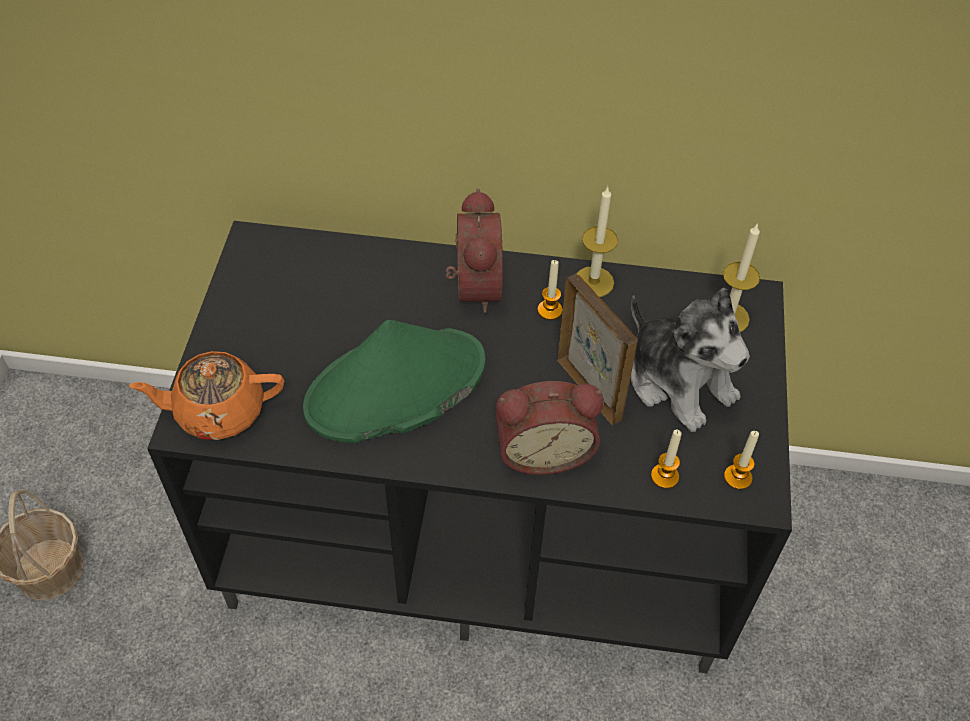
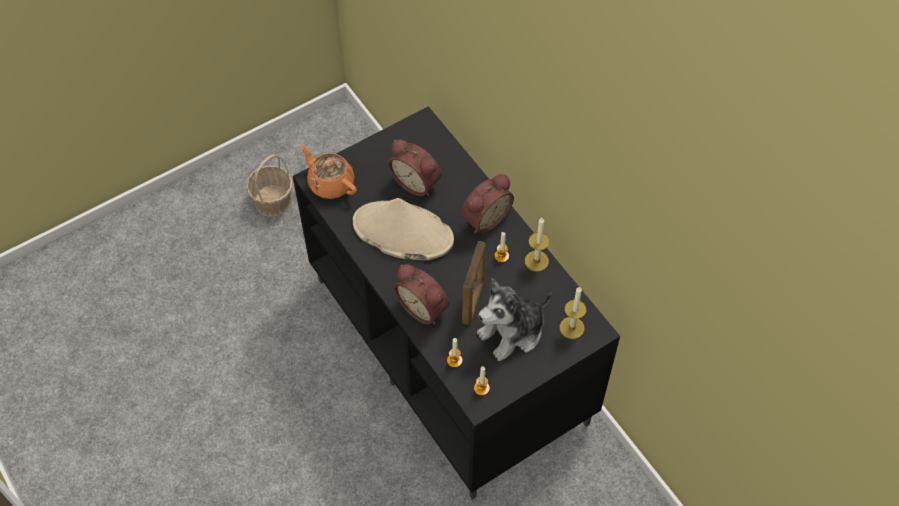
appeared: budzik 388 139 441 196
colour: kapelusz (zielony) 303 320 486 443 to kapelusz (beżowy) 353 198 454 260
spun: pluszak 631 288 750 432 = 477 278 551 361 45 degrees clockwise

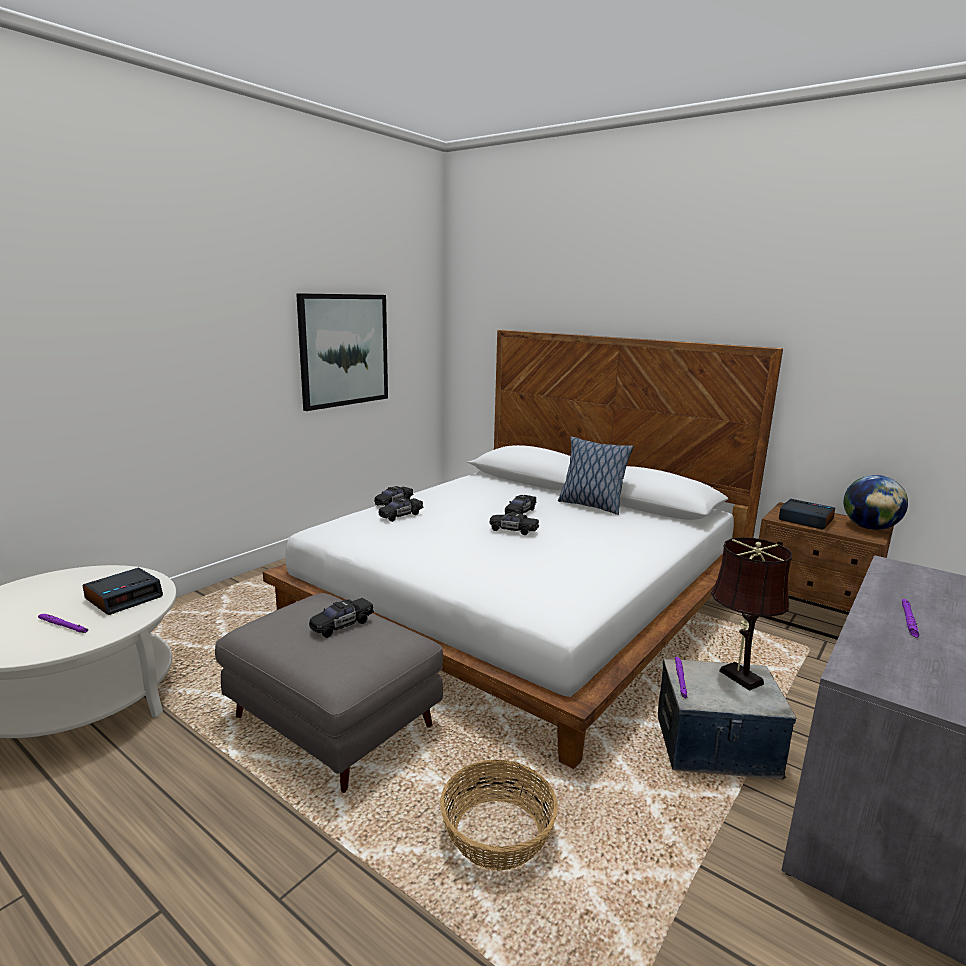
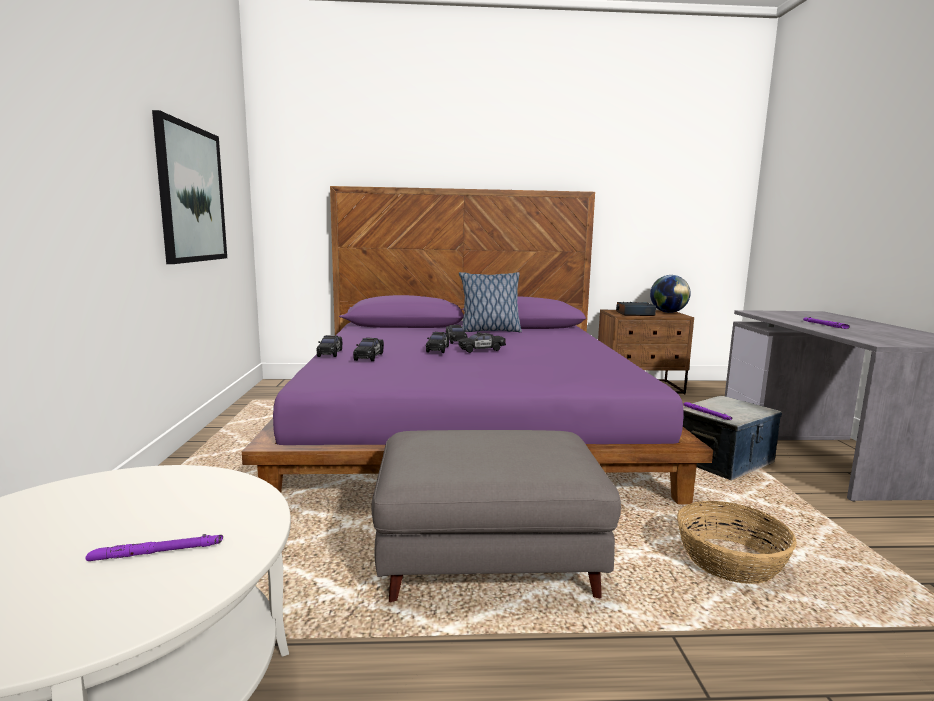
missing: budzik 82 568 163 615; lampa stołowa (brązowy) 711 537 792 691
relocated: samochodzik (czarny) 309 598 374 638 to 426 332 449 353
colour: łóżko (biały) 263 330 783 769 to łóżko (fioletowy) 242 186 713 504

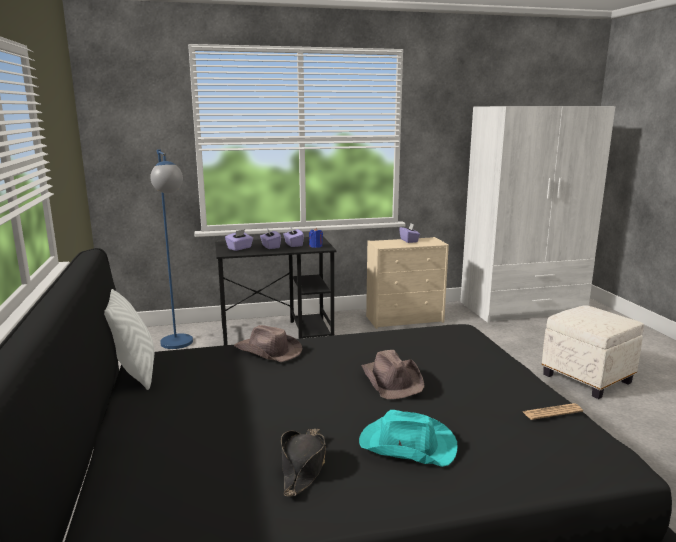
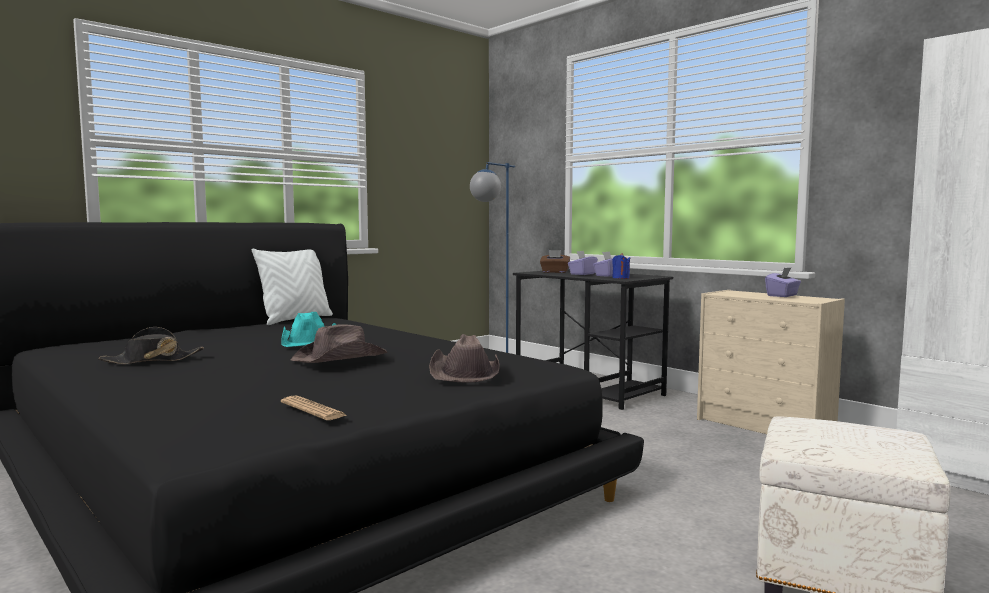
relocated: kapelusz (brązowy) 234 325 303 362 to 429 334 500 382; kapelusz (turkusowy) 359 410 458 467 to 281 312 336 347
colour: pudełko chusteczek (fioletowy) 225 229 253 251 to pudełko chusteczek (brązowy) 540 250 570 273

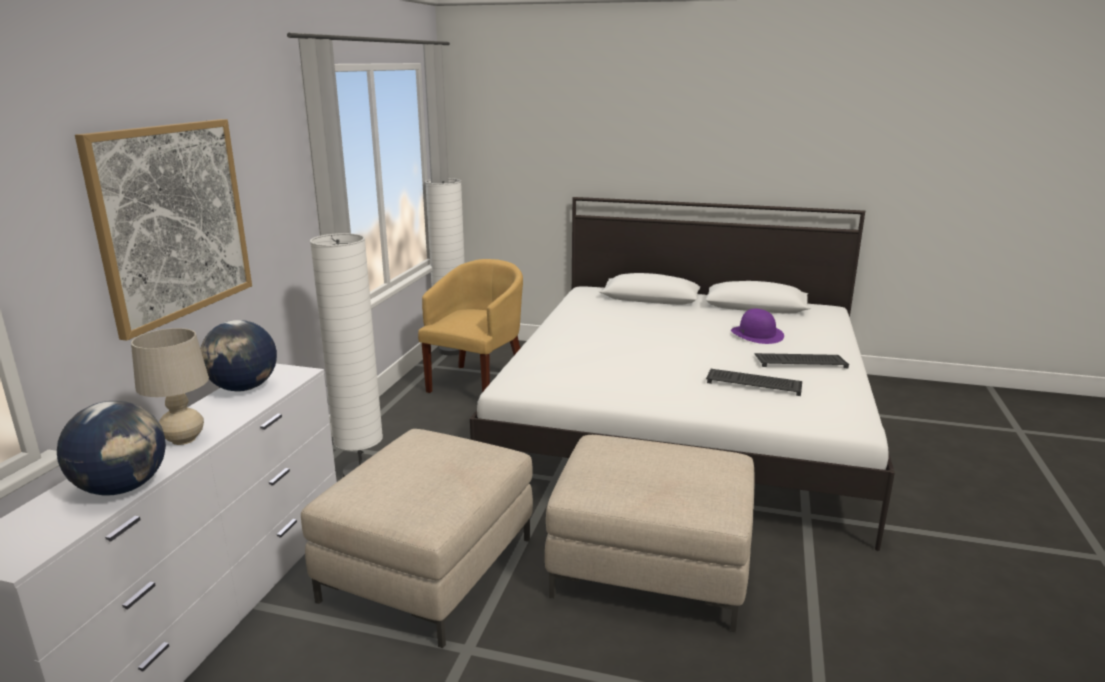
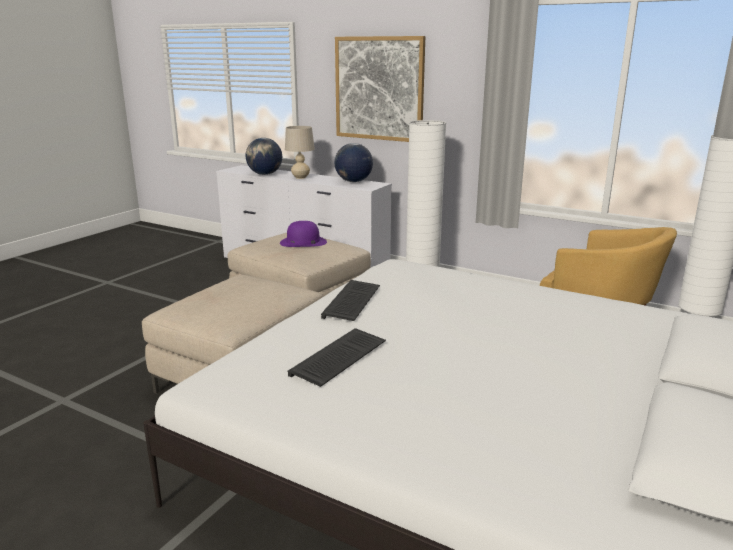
relocated: kapelusz (fioletowy) 731 308 784 344 to 280 221 327 247; klawiatura 754 353 849 368 to 321 280 380 321

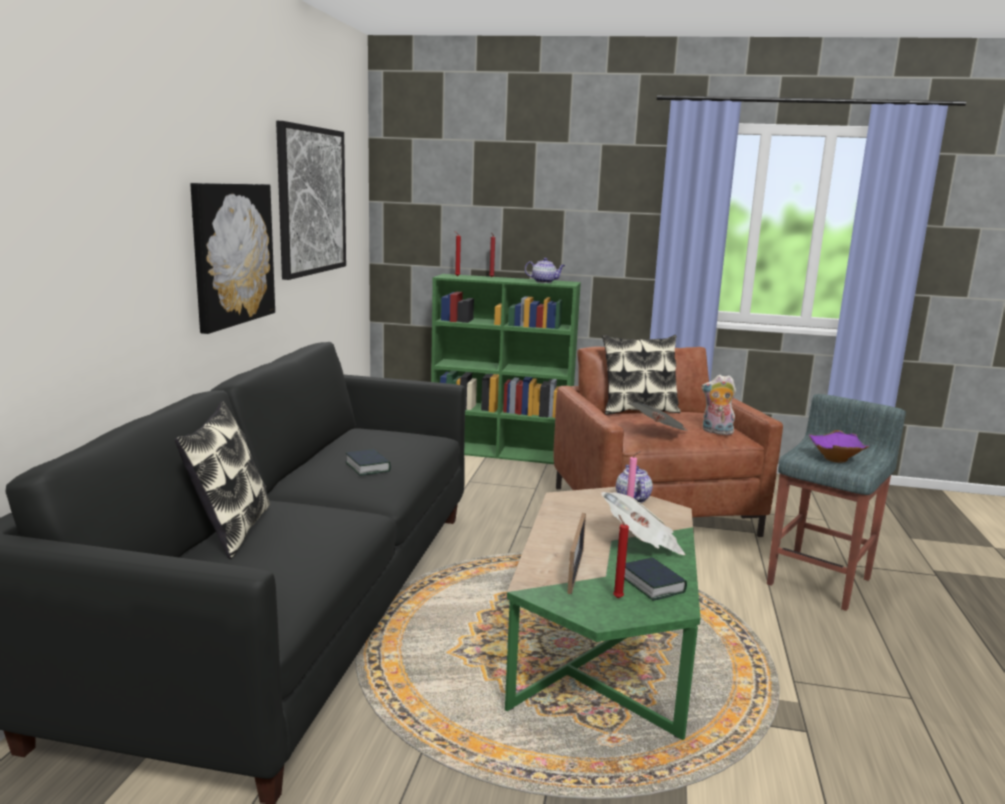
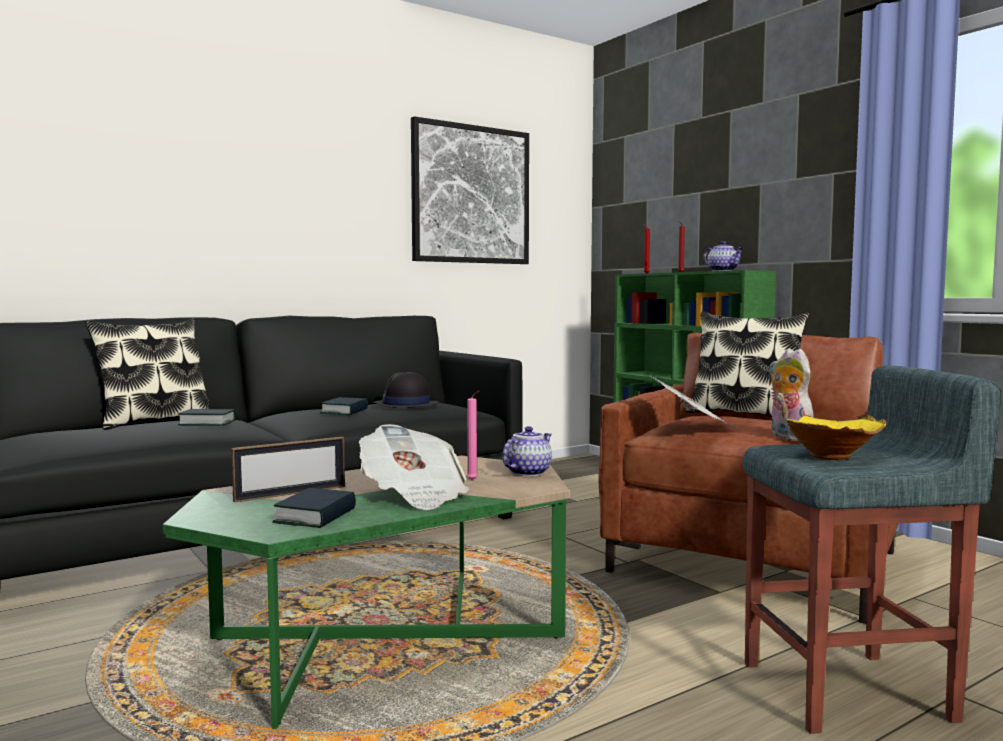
missing: obraz 190 183 275 334; świeca (czerwony) 613 514 629 598
appeared: książka 178 409 236 426; kapelusz (czarny) 372 372 439 408
colour: miska (fioletowy) 809 430 870 463 to miska (żółty) 786 414 886 460

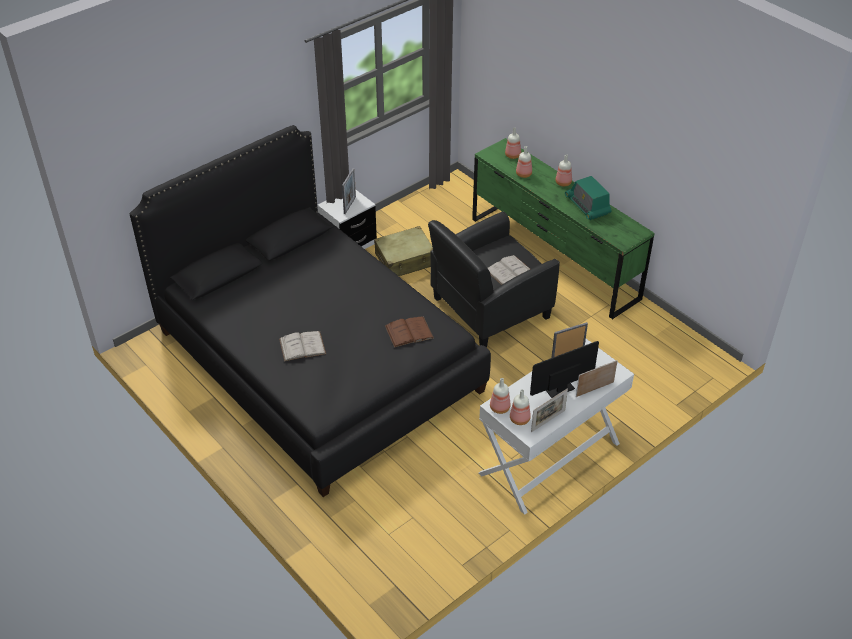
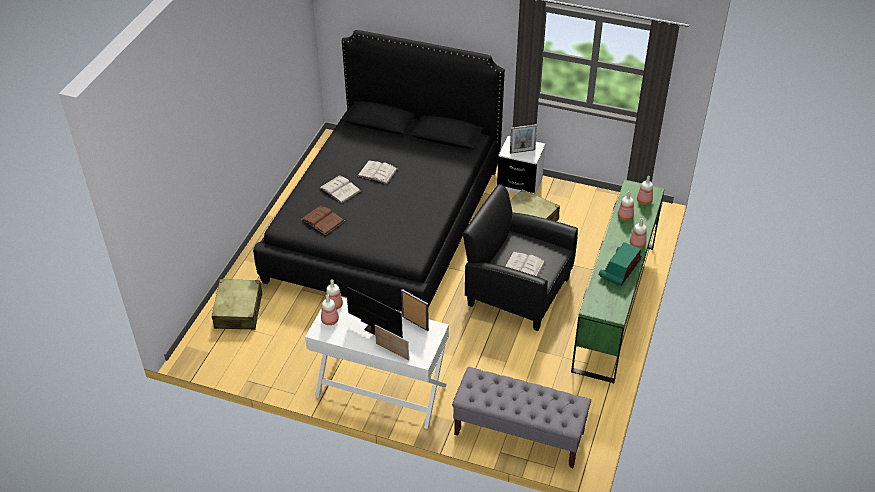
missing: ramka na zdjęcie 531 388 568 432
appeared: walizka (beżowy) 212 279 262 330; książka (biały) 357 160 397 184; ławka (szary) 452 367 591 468
relocated: książka (brązowy) 385 316 434 347 to 301 205 344 235

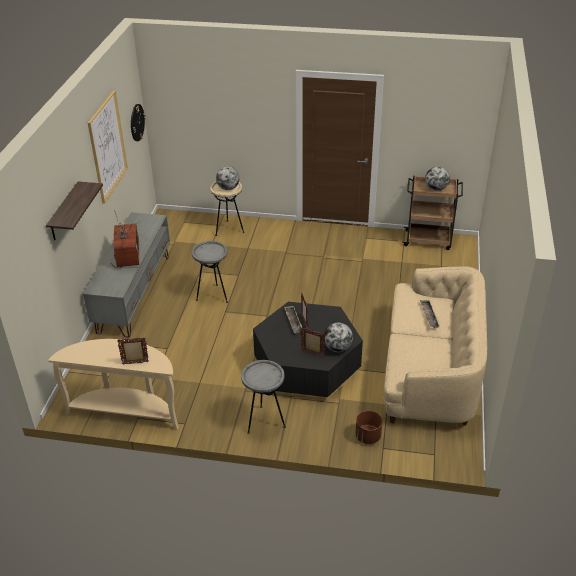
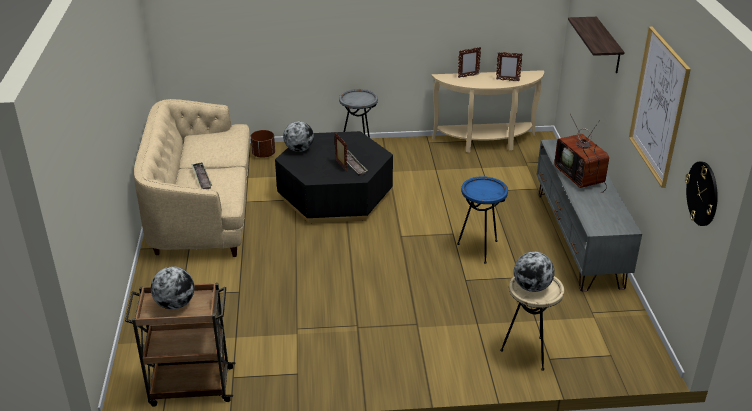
relocated: ramka na zdjęcie 301 327 325 357 to 496 52 523 82
colour: stolik (szary) 192 241 228 303 to stolik (niebieski) 457 176 508 264

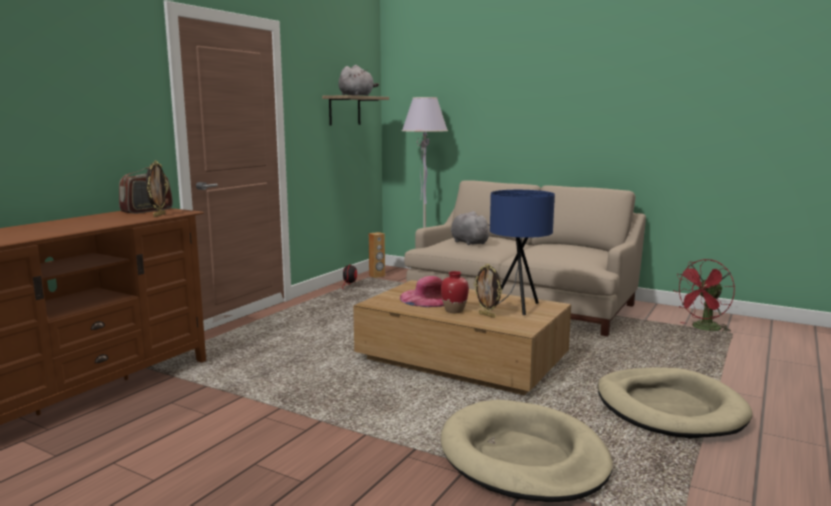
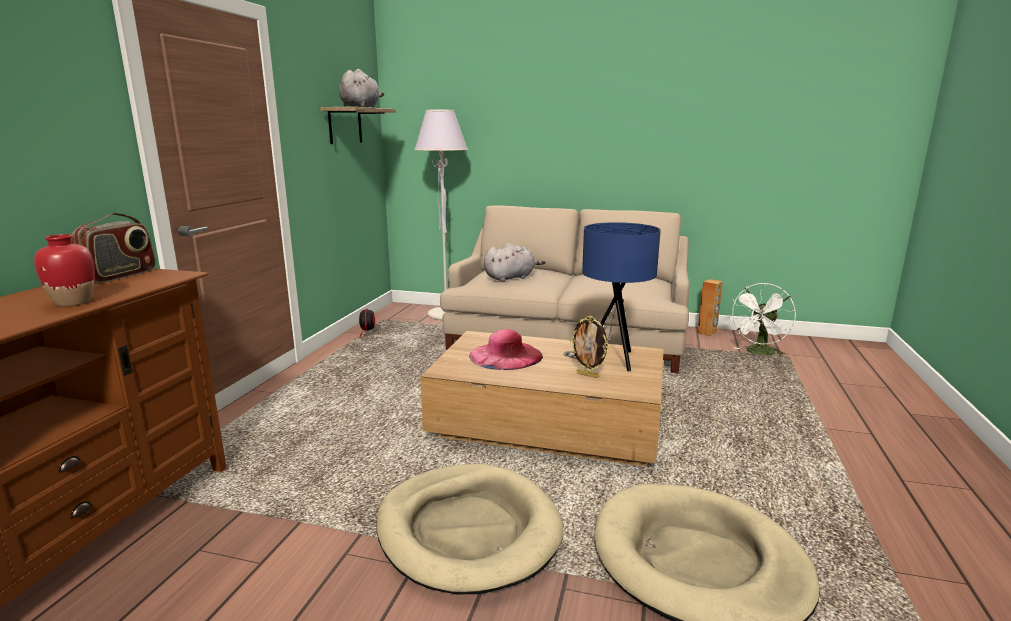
missing: ramka na zdjęcie 146 161 168 217
relocated: głośnik (brązowy) 369 232 385 278 to 698 279 723 336; wazon (czerwony) 441 271 469 313 to 34 234 95 307; legowisko (beżowy) 598 368 752 439 to 377 464 564 594
colour: wentylator (czerwony) 673 259 735 333 to wentylator (biały) 729 283 796 357
spun: pluszak (szary) 451 211 490 245 = 484 243 546 282 105 degrees clockwise

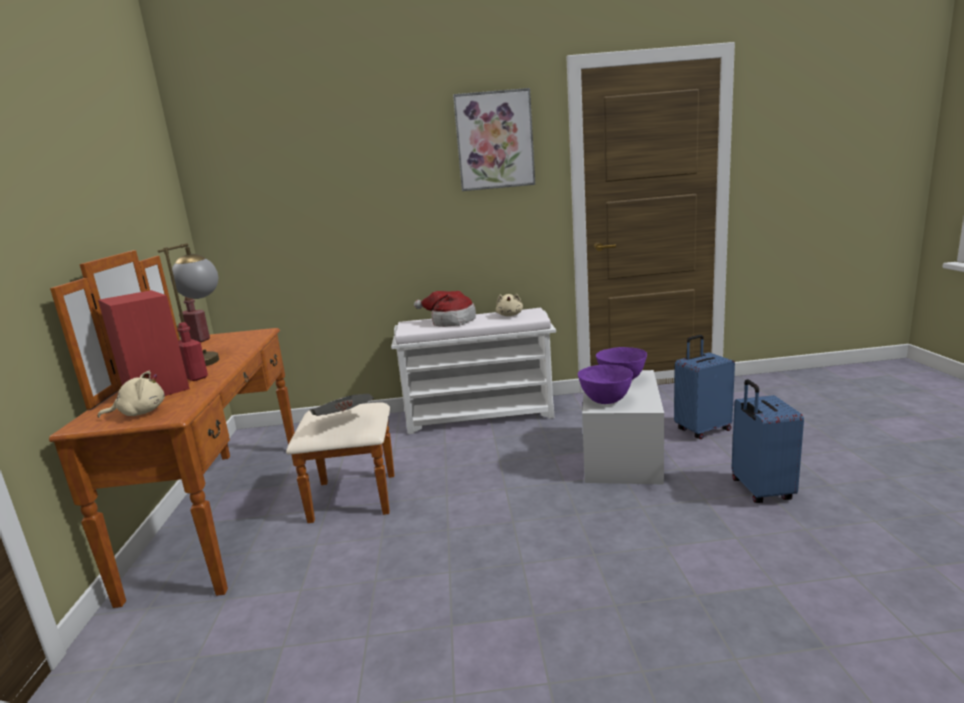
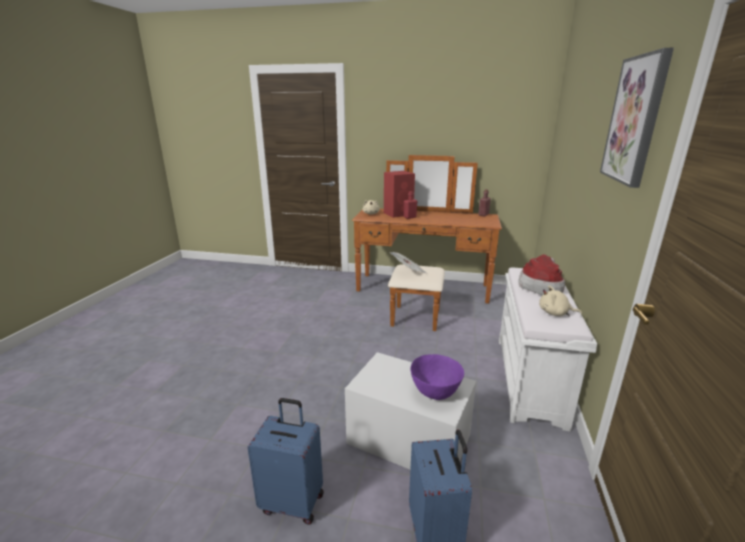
missing: lampa stołowa 157 243 219 366; miska (fioletowy) 578 364 633 404

